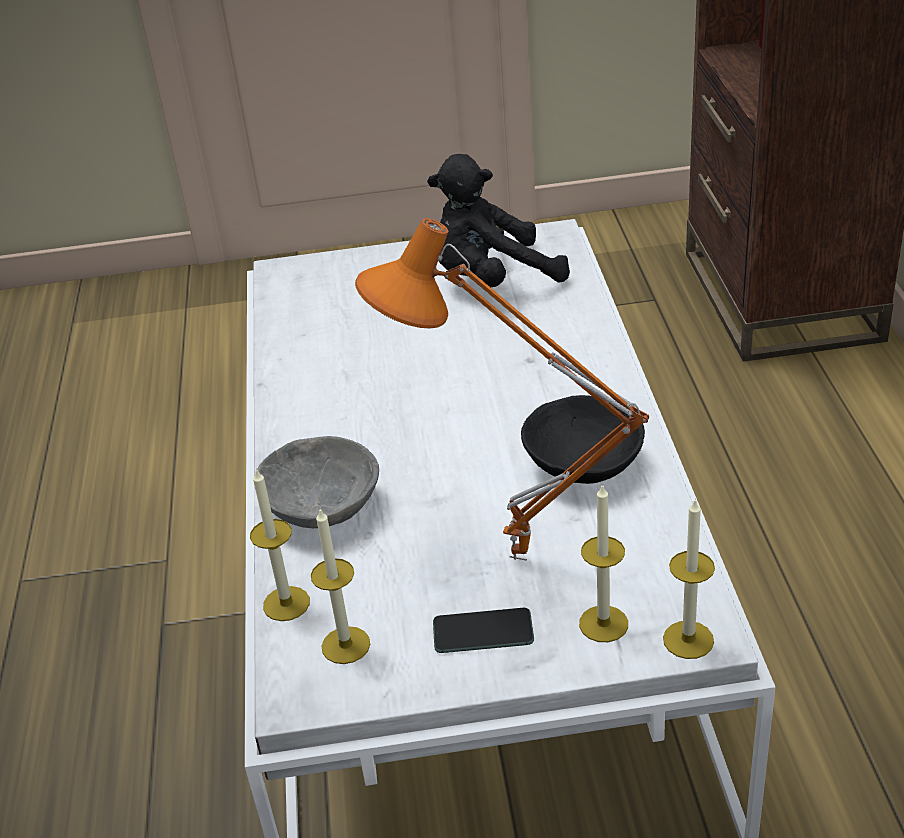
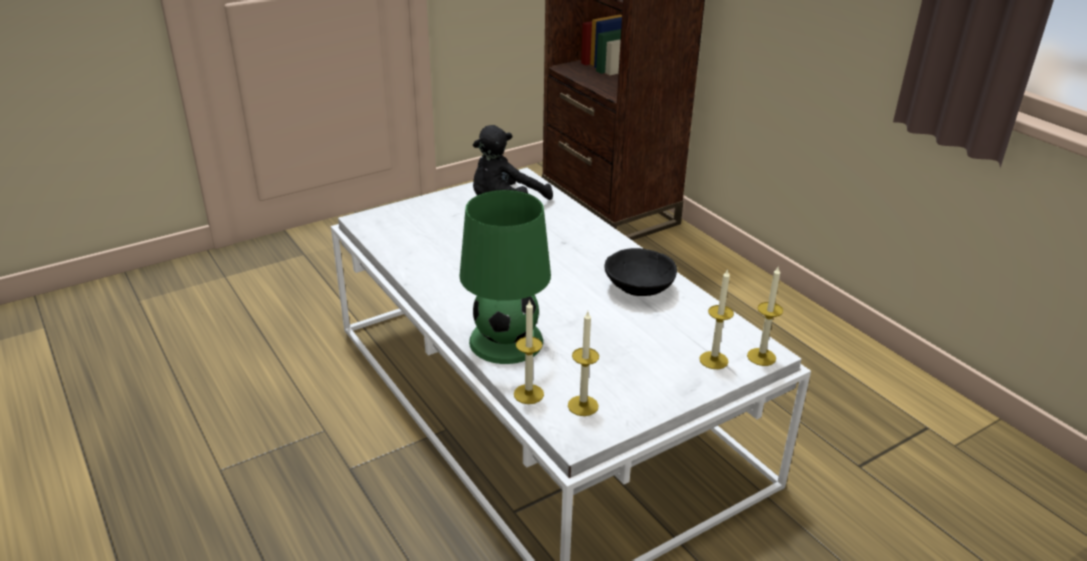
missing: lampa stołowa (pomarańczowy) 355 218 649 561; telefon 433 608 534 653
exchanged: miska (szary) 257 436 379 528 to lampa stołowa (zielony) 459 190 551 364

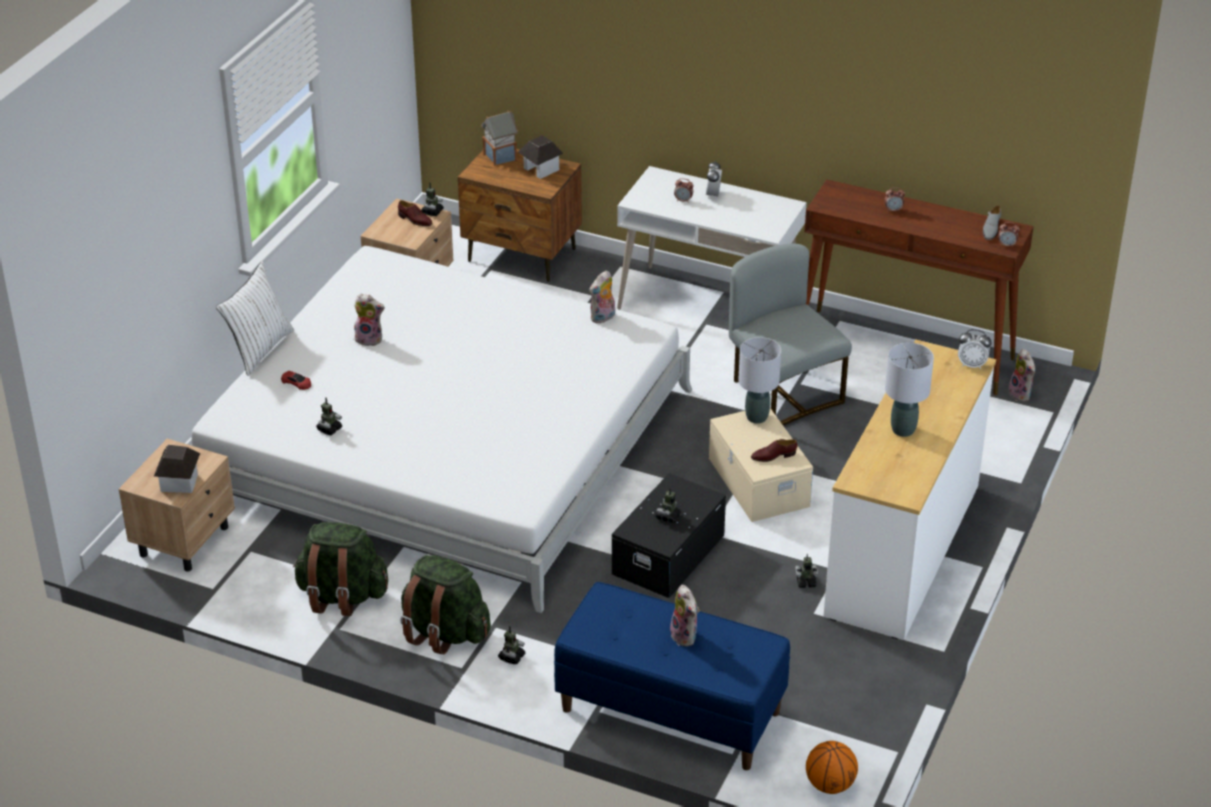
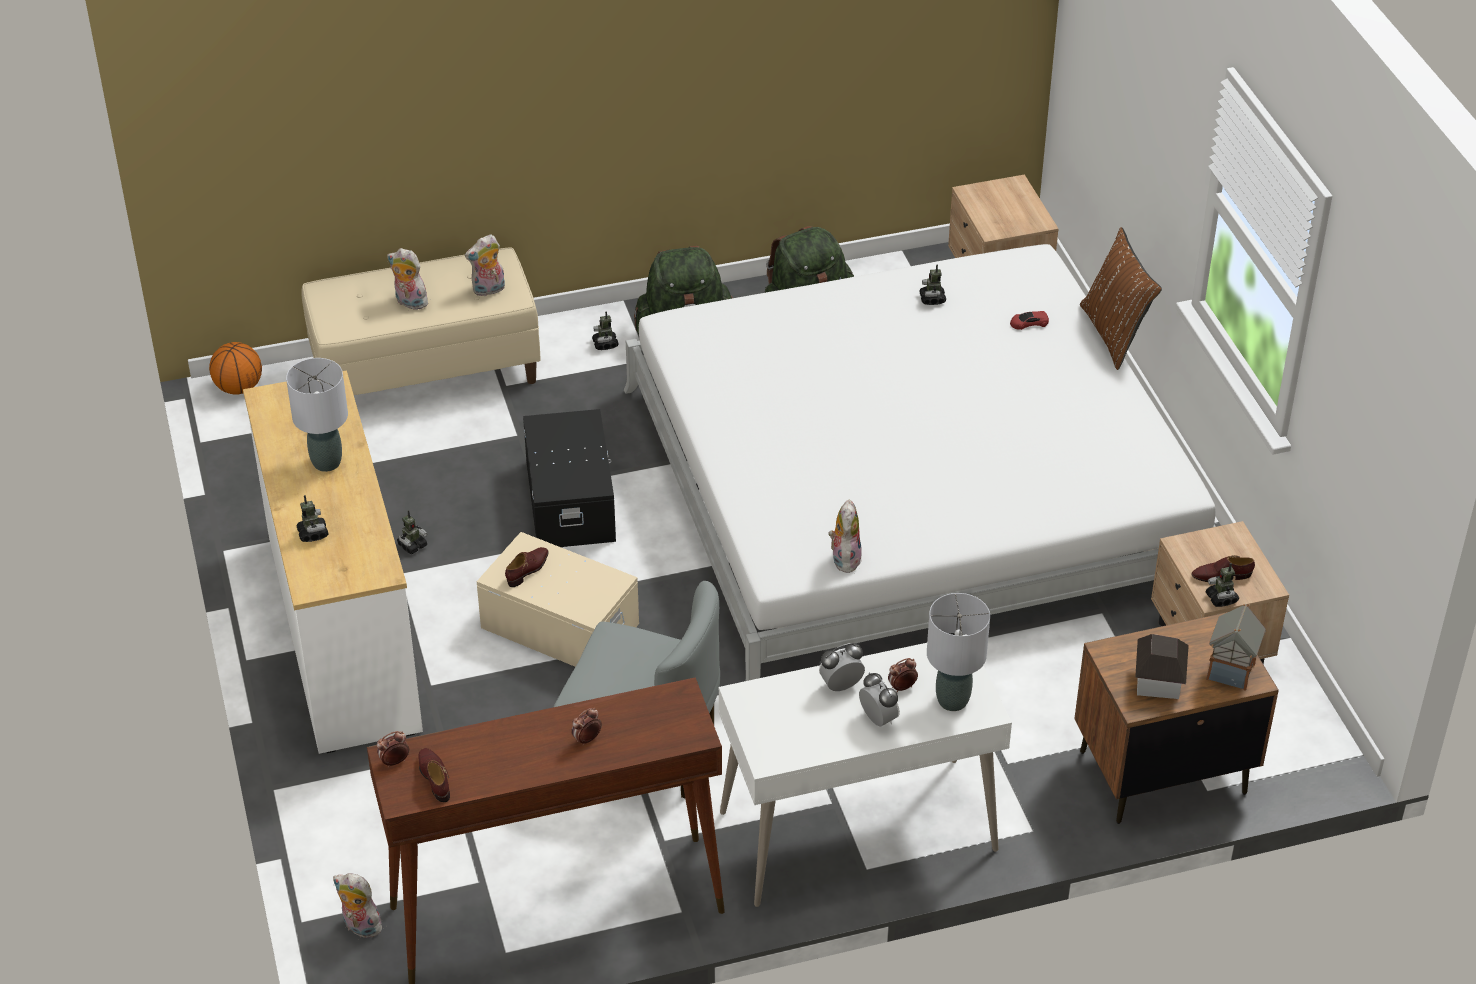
missing: domek 154 445 200 493
relocated: pluszak 354 294 385 346 to 465 234 505 296; robot zabawkowy 656 488 681 523 to 296 495 329 542; lampa stołowa (szary) 738 337 781 424 to 927 593 990 711; budzik 958 329 992 369 to 819 643 865 691
colour: poduszka (biały) 216 261 294 376 to poduszka (brązowy) 1080 227 1162 370; ławka (niebieski) 554 582 790 770 to ławka (beżowy) 301 247 541 395; but (szary) 983 205 1001 240 to but (brązowy) 419 748 450 802

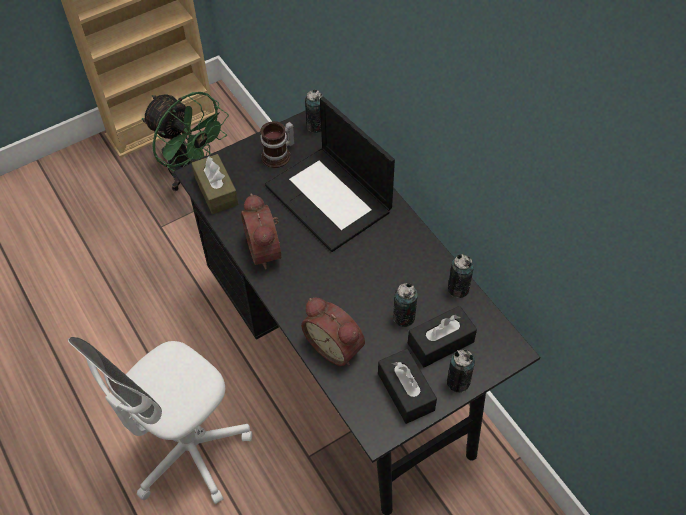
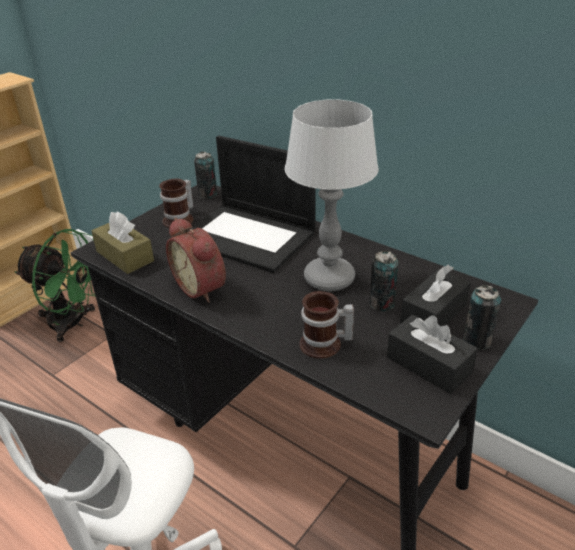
missing: puszka 448 254 474 298
appeared: lampa stołowa 285 100 379 291
exchanged: budzik 301 298 365 366 to kubek 299 291 354 359

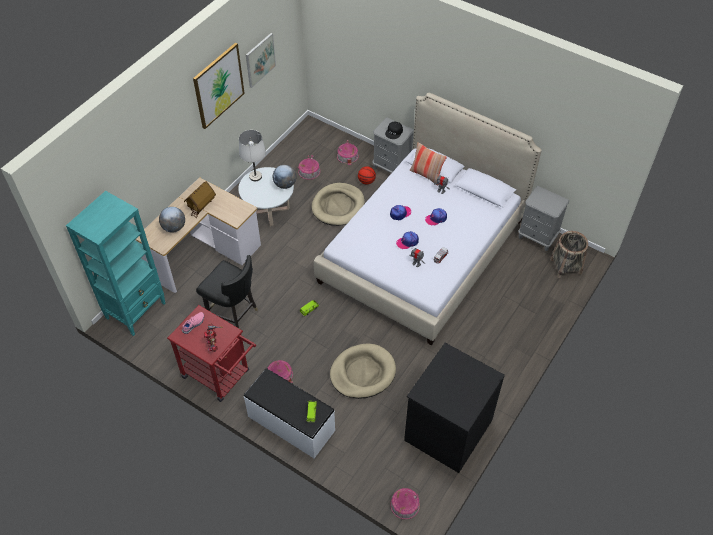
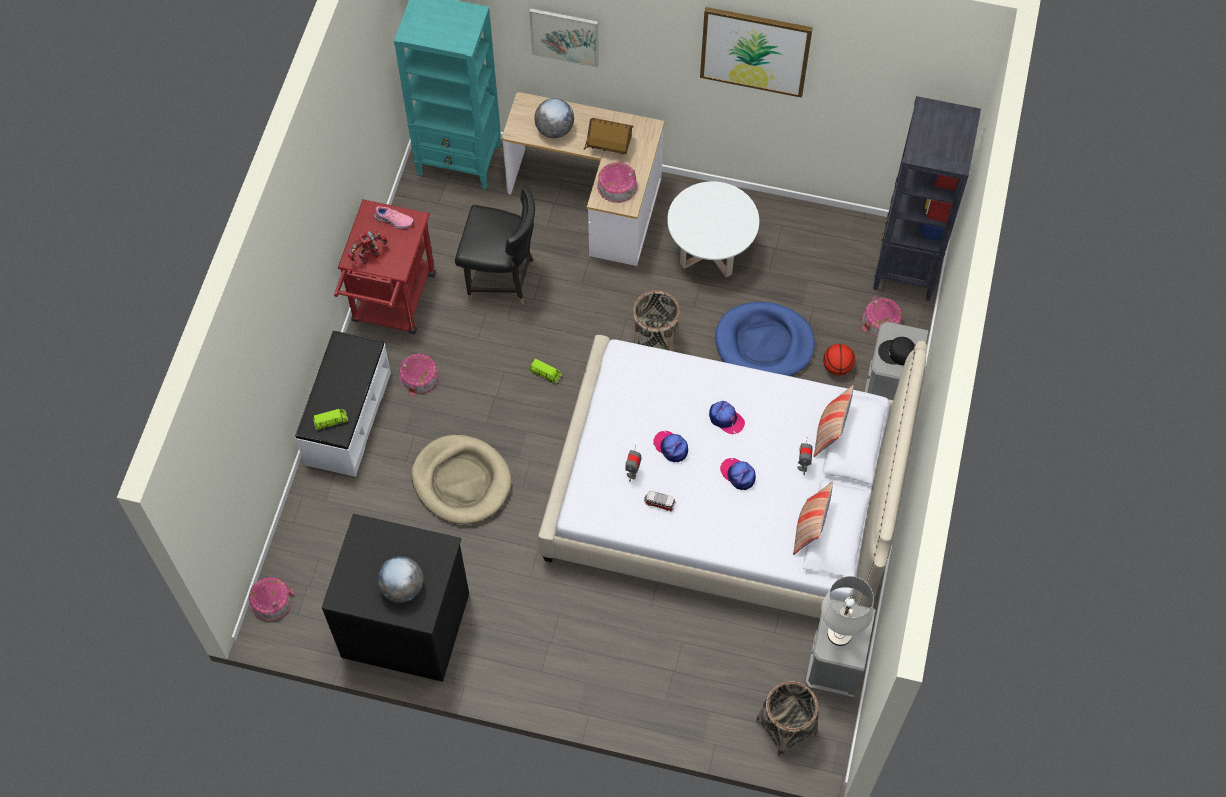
appeared: koszyk 633 290 680 351; poduszka 793 481 833 555; regał (czarny) 873 96 981 301
relocated: lampa stołowa (biały) 239 130 266 181 to 821 576 874 646; obraz 246 33 276 88 to 529 8 599 68; globus 273 165 296 189 to 377 556 423 603; domek 298 155 320 180 to 597 162 637 203
colour: legowisko (beżowy) 312 183 365 226 to legowisko (niebieski) 715 302 815 376
spun: krzesło (czarny) 196 255 258 328 = 455 186 535 305 90 degrees counterclockwise

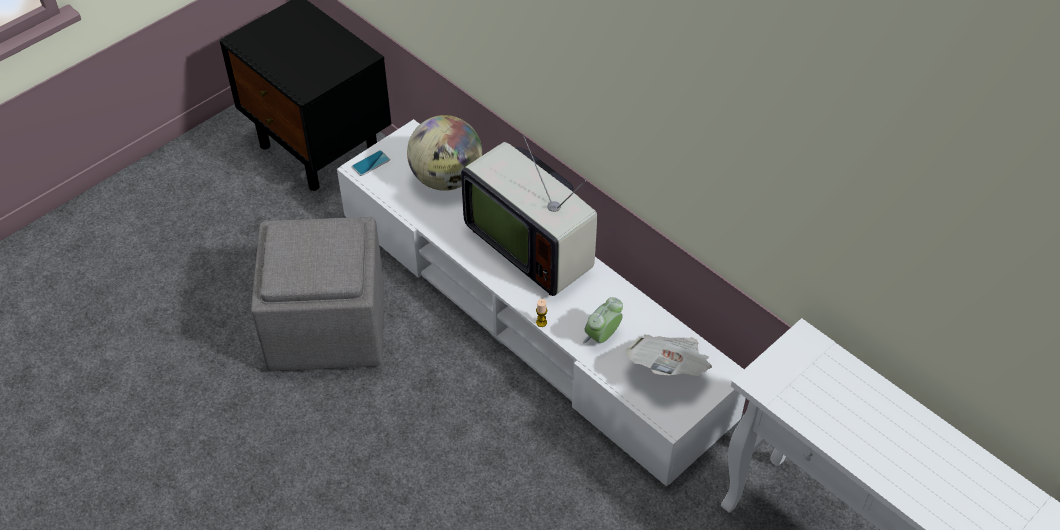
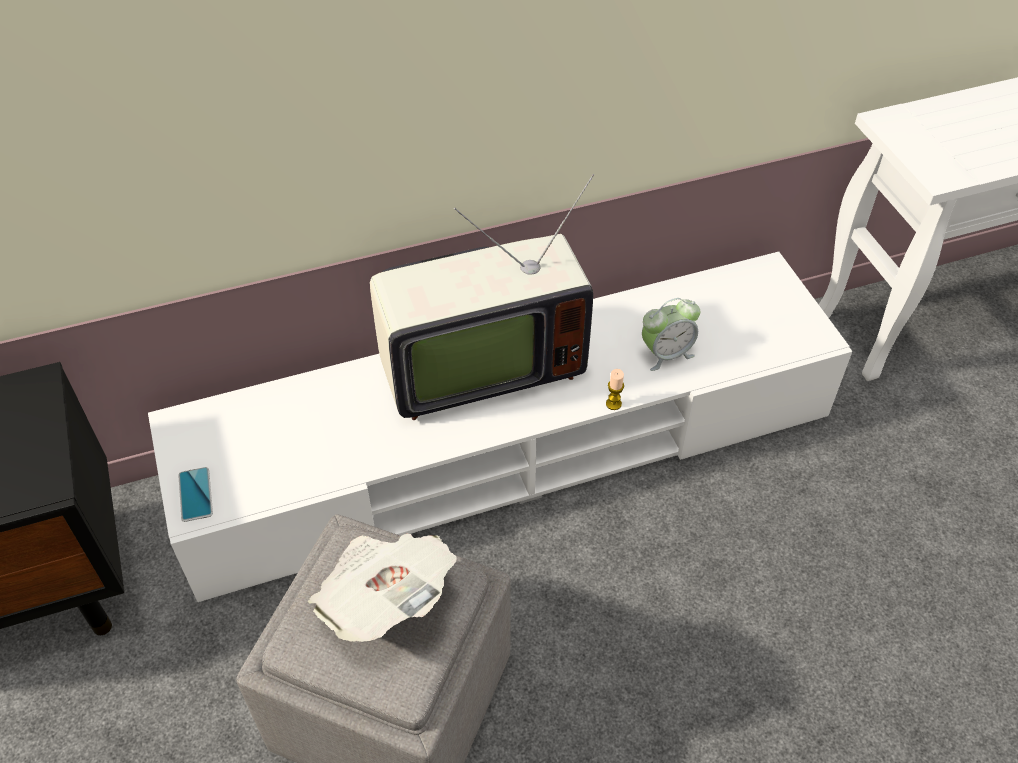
missing: globus 407 115 482 191
relocated: gazeta 626 334 712 376 to 308 533 457 642
spun: budzik 583 297 623 343 = 642 298 700 371 90 degrees counterclockwise

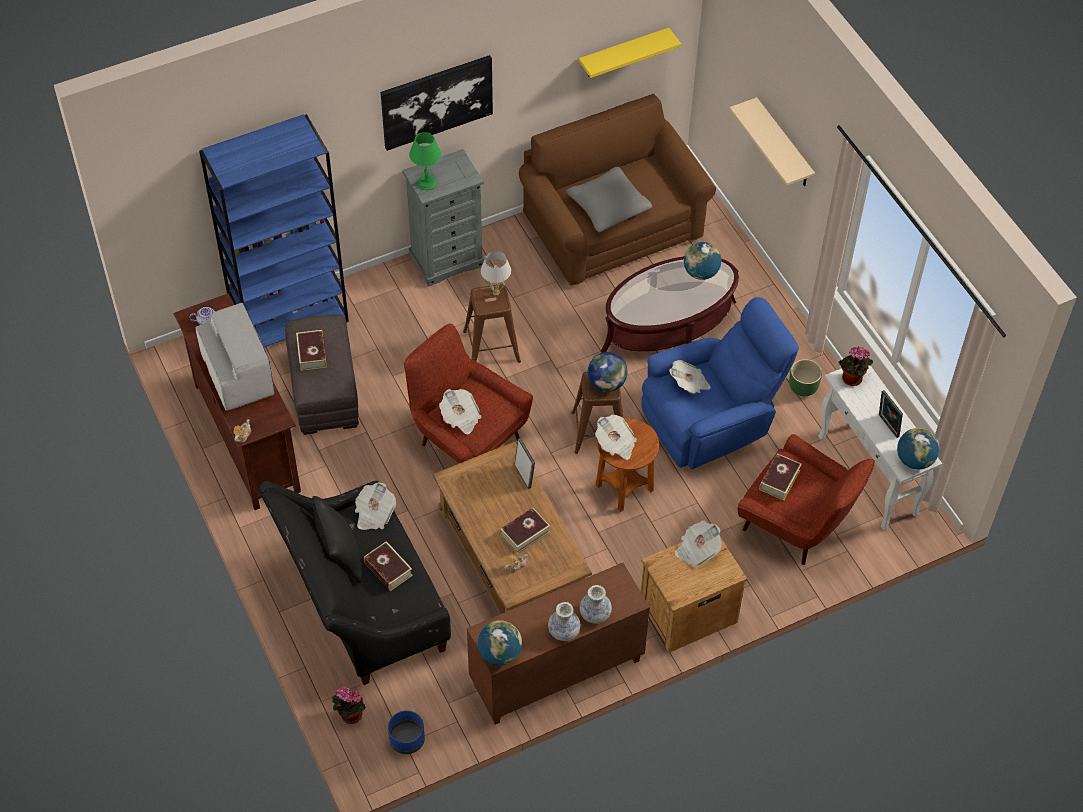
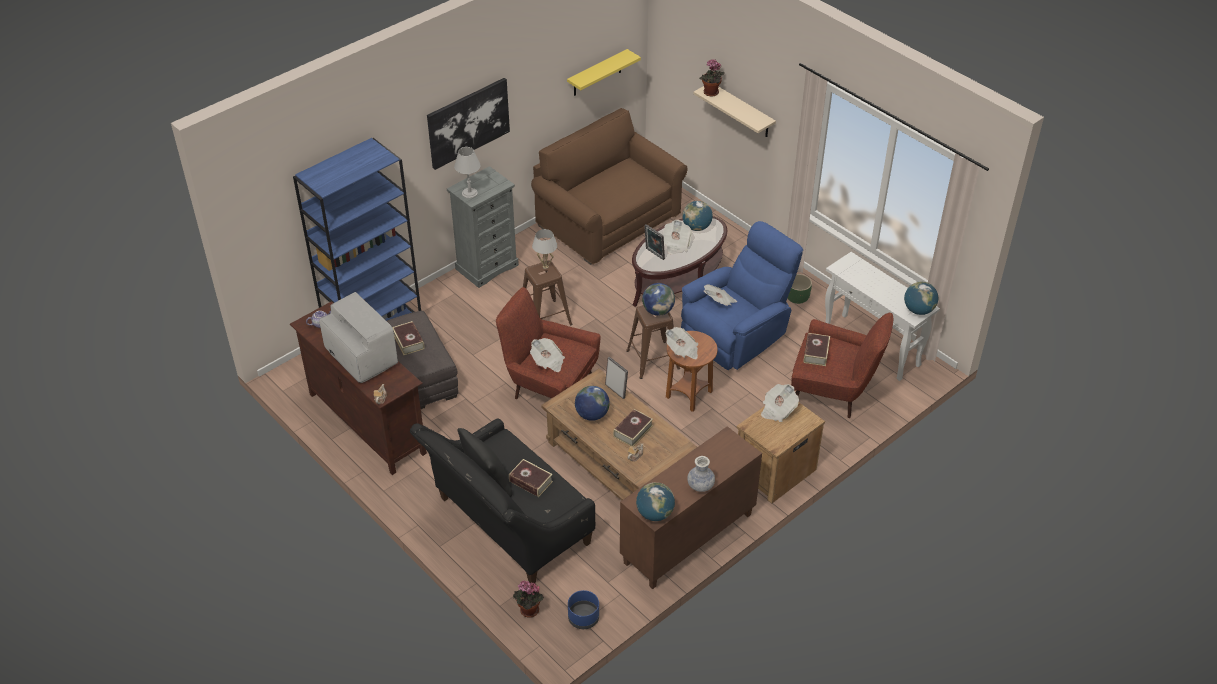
missing: poduszka (szary) 566 167 652 233; wazon 580 585 612 624
appeared: globus 575 386 610 421
relocated: gazeta 355 482 396 530 to 662 220 692 255; roślina doniczkowa 839 347 873 386 to 699 59 725 97; ramka na zdjęcie 879 390 903 438 to 644 224 665 260
colour: lampa stołowa (zielony) 409 132 441 190 to lampa stołowa (szary) 454 147 481 198

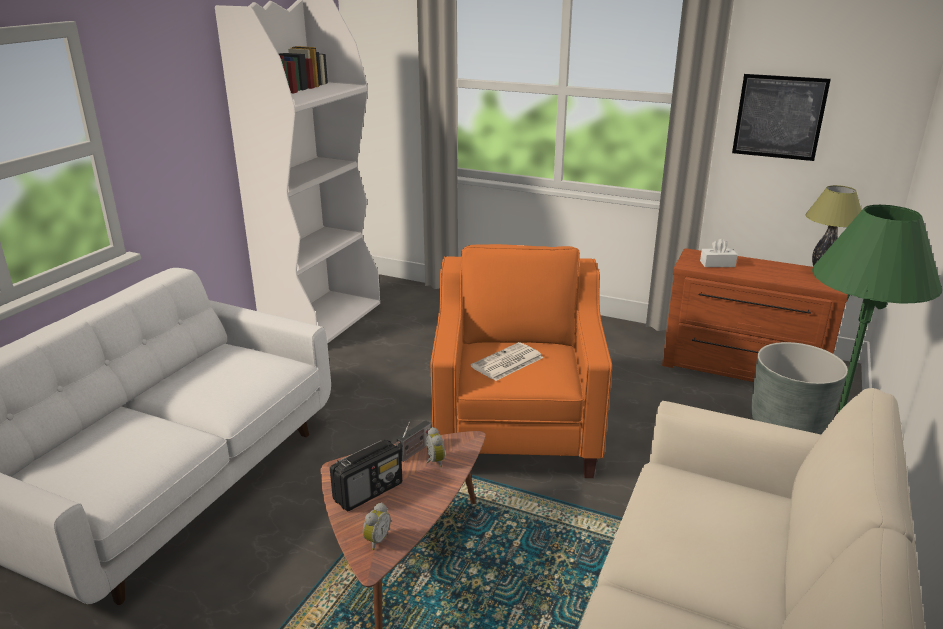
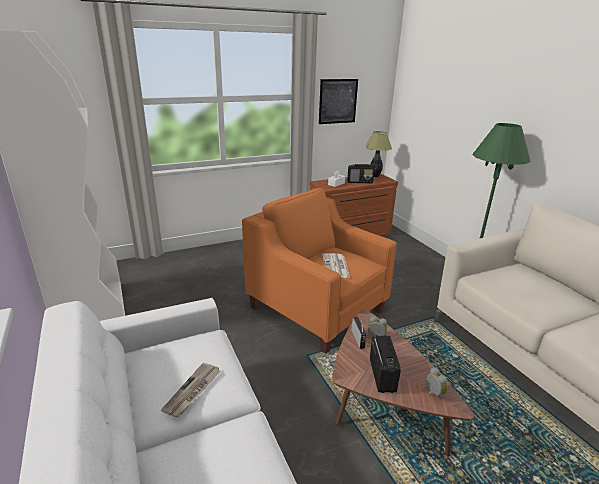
missing: donica (szary) 751 342 848 434
appeared: gazeta 161 363 220 418; radio 347 164 375 183

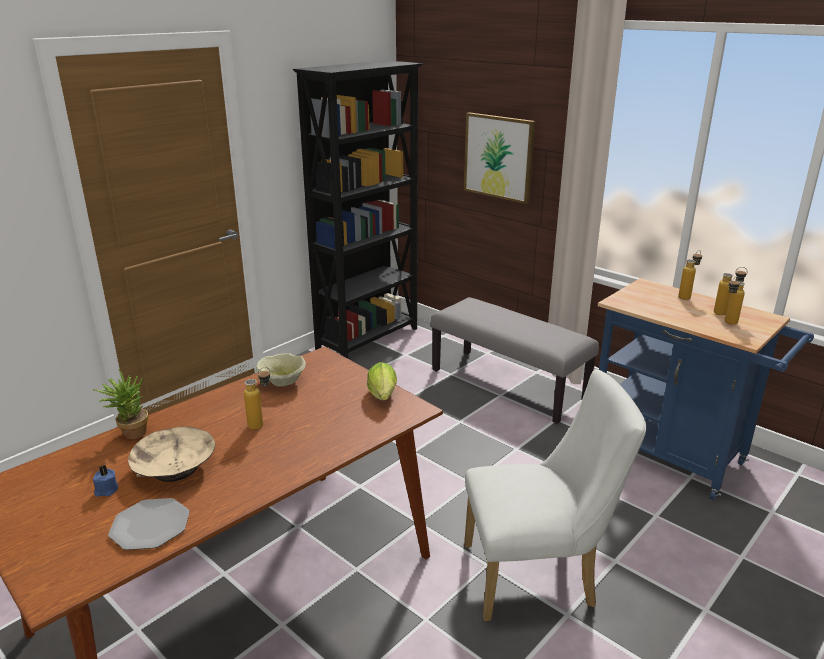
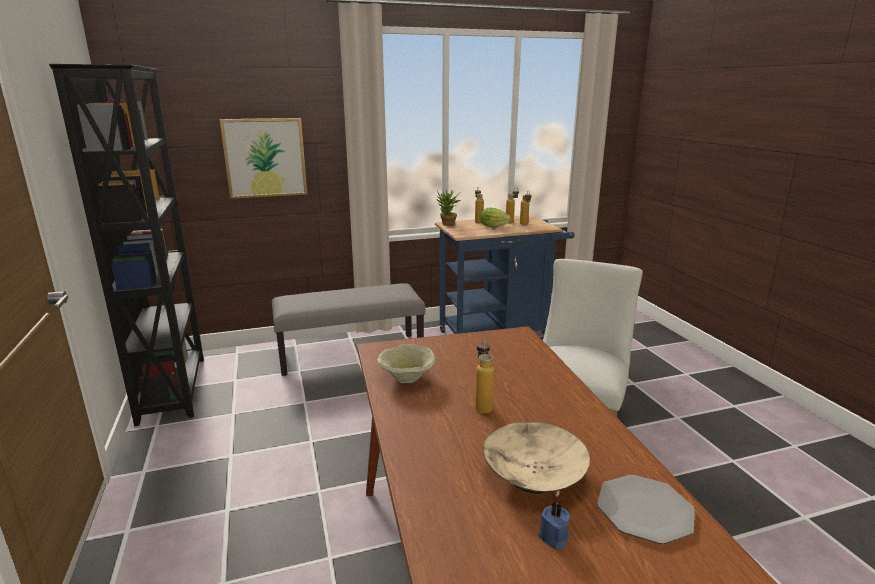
relocated: roślina doniczkowa 92 369 148 439 to 436 190 461 226; sałata 367 362 397 400 to 480 208 511 227

